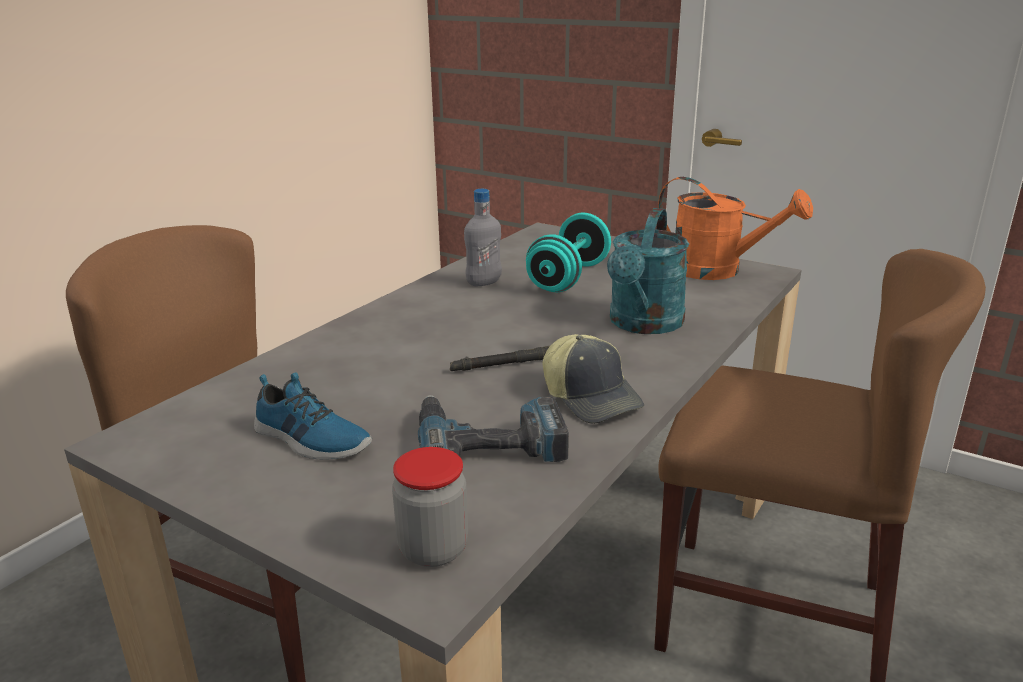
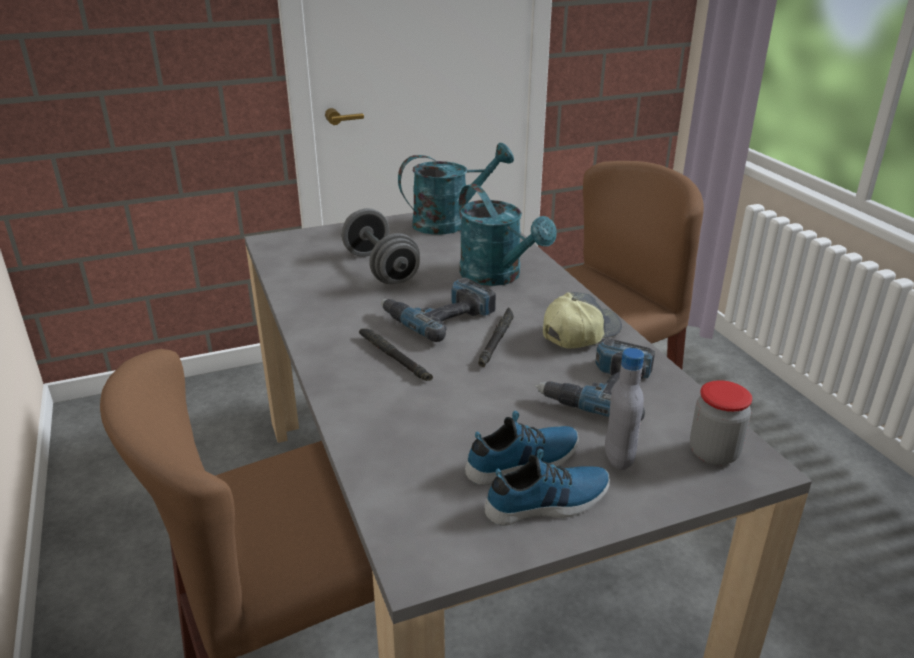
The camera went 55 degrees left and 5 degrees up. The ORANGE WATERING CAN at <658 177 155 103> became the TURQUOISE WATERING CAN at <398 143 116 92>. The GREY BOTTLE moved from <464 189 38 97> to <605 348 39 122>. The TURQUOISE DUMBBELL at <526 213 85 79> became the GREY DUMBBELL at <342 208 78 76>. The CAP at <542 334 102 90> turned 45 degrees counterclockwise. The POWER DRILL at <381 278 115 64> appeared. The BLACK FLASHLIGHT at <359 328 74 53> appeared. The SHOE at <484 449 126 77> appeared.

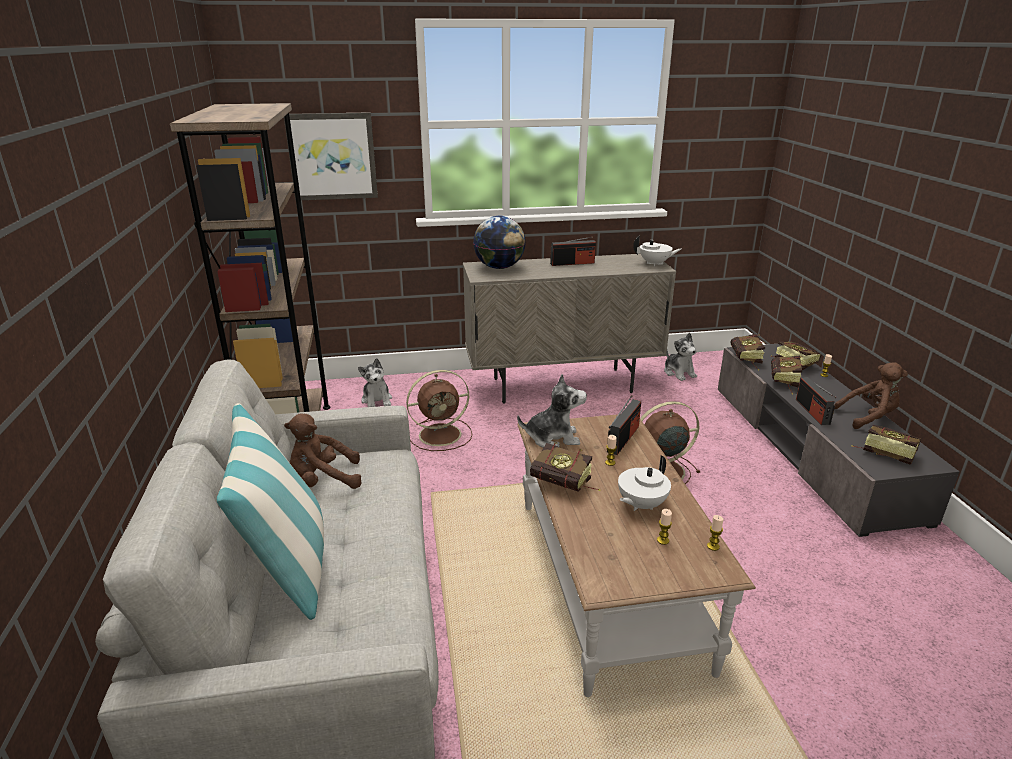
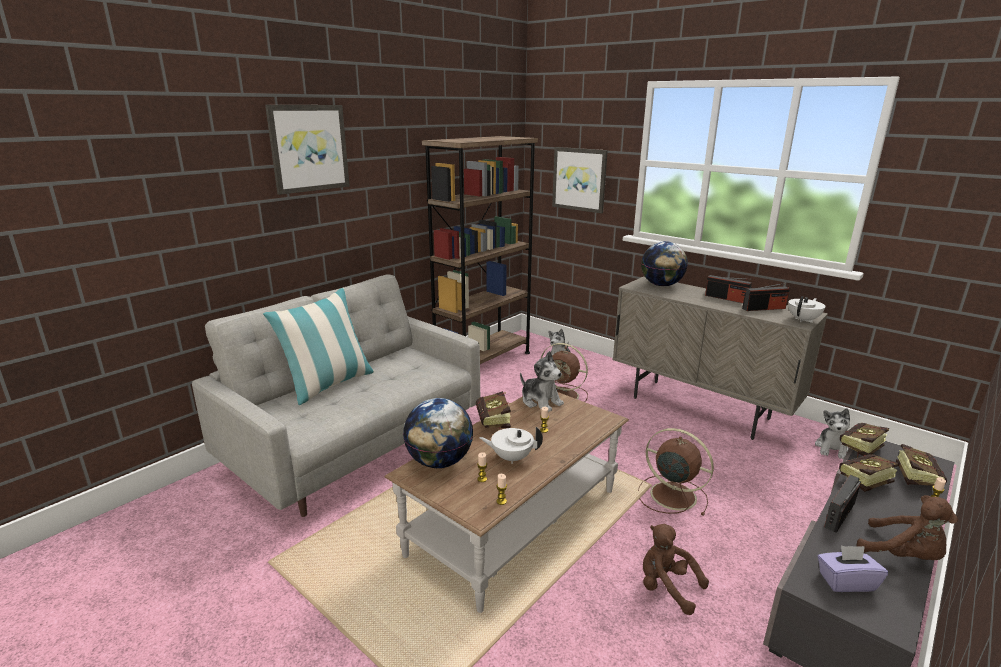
The camera went 50 degrees right and 5 degrees down. The WHITE TEAPOT at <633 235 48 32> turned 105 degrees counterclockwise. The RADIO moved from <607 395 34 60> to <742 283 48 28>. The BROWN PLUSH TOY moved from <284 413 78 76> to <643 524 66 91>. The BOOK at <851 425 70 40> was replaced by the PURPLE TISSUE BOX at <818 546 70 46>. The PICTURE at <265 105 85 90> appeared. The GLOBE at <403 398 70 70> appeared.

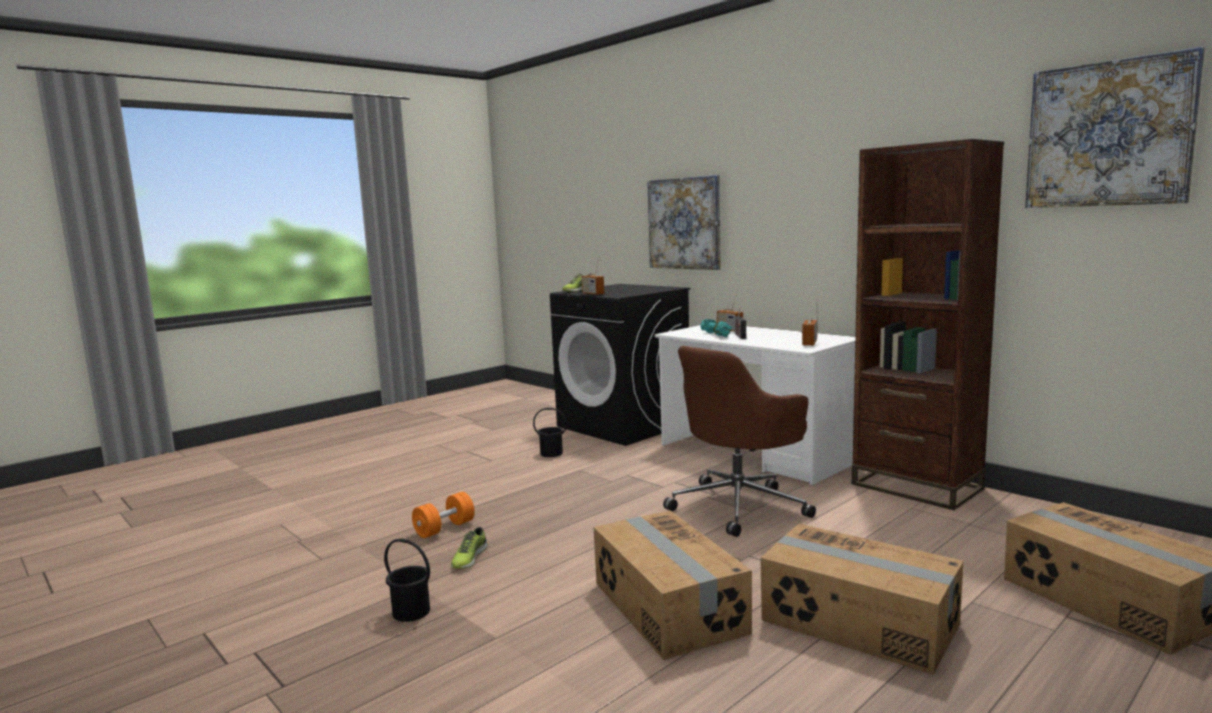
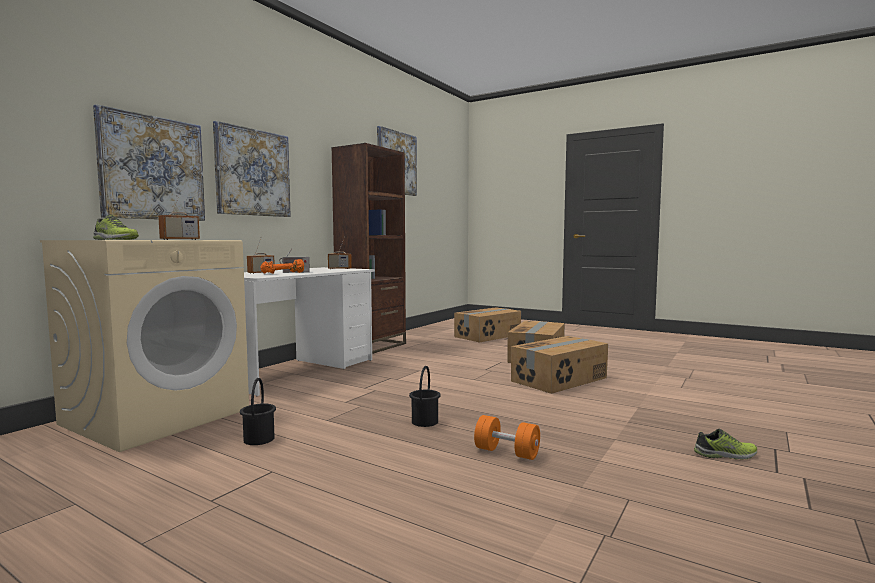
The camera went 105 degrees left and 5 degrees down. The BLACK WASHING MACHINE at <550 284 141 162> became the BEIGE WASHING MACHINE at <40 240 209 212>. The TURQUOISE DUMBBELL at <700 319 32 18> became the ORANGE DUMBBELL at <260 259 44 15>. The BROWN OFFICE CHAIR at <663 346 153 191> disappeared. The SHOE moved from <451 527 37 42> to <694 429 63 31>. The BLACK BUCKET moved from <384 538 46 84> to <409 366 32 61>. The PICTURE at <213 121 78 96> appeared.

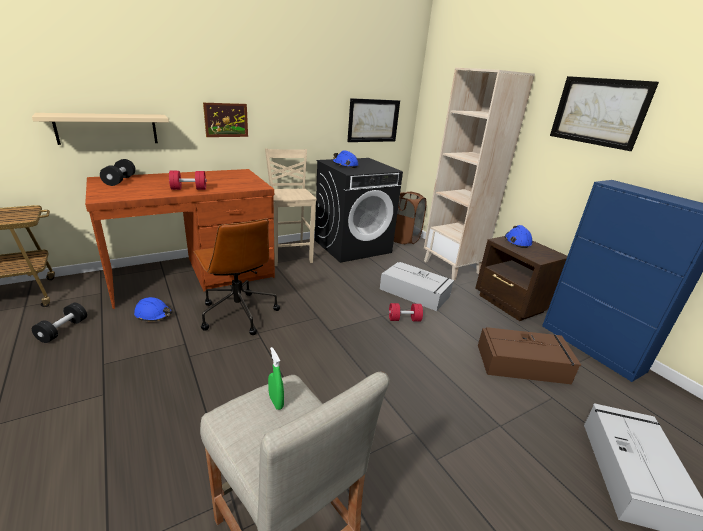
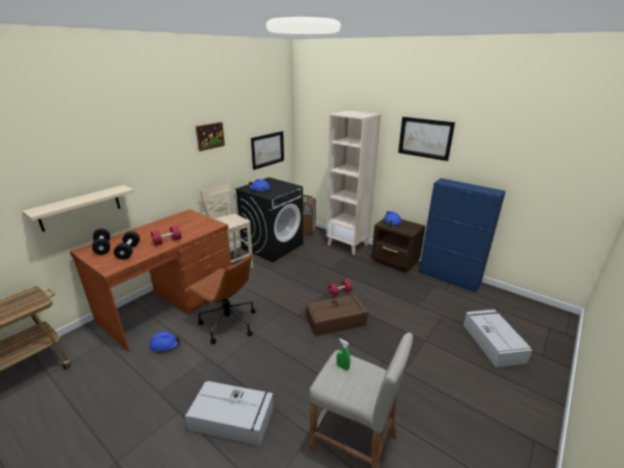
The camera went 20 degrees left and 0 degrees up. The PICTURE moved from <203 103 45 34> to <196 122 29 29>. The GREY STORAGE BOX moved from <380 262 74 49> to <185 381 88 65>. The BLACK DUMBBELL moved from <32 303 55 40> to <114 231 26 29>. The BROWN STORAGE BOX moved from <478 327 103 57> to <306 294 62 42>.

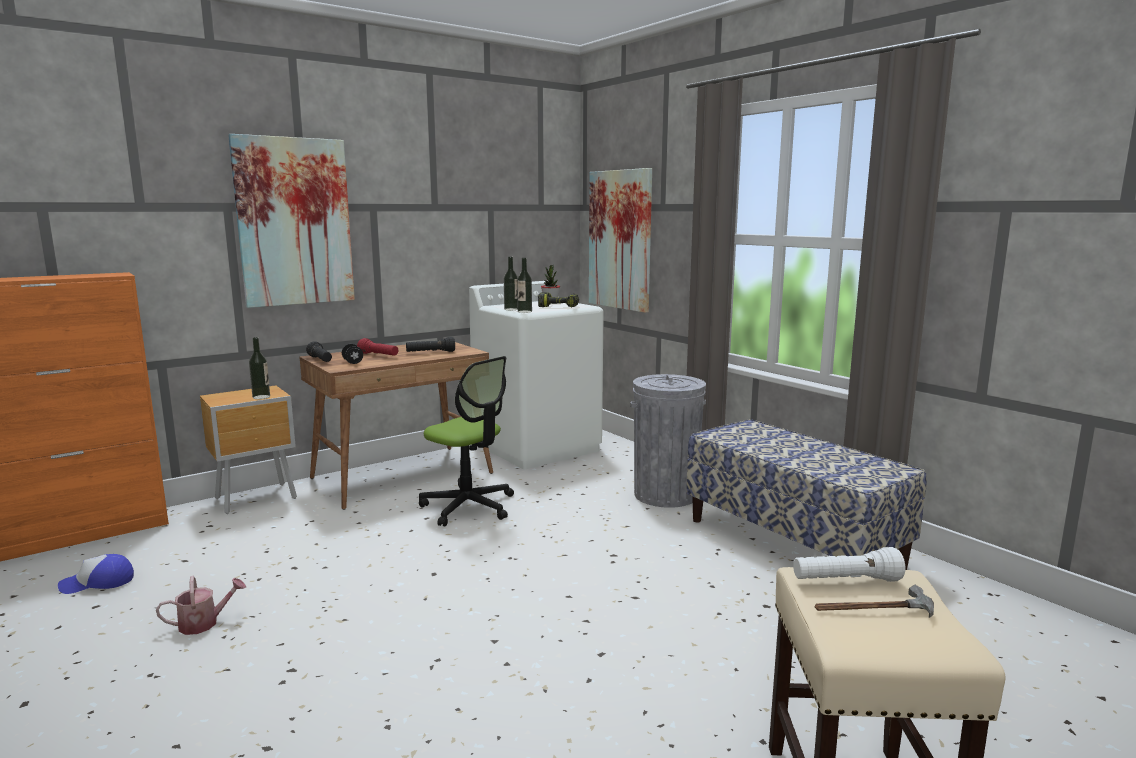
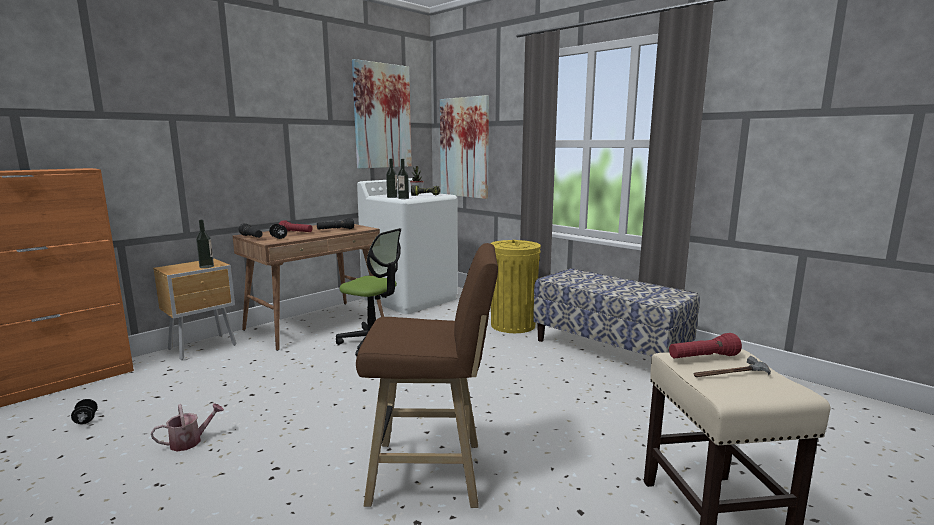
The camera went 10 degrees left and 0 degrees up. The PICTURE moved from <228 134 127 174> to <352 59 60 110>. The GREY TRASH CAN at <630 374 76 134> became the YELLOW TRASH CAN at <490 240 51 93>. The WHITE FLASHLIGHT at <793 547 112 35> became the RED FLASHLIGHT at <669 333 73 26>. The CAP at <58 554 76 40> was replaced by the BLACK DUMBBELL at <71 399 27 25>. The BROWN STOOL at <356 243 142 265> appeared.

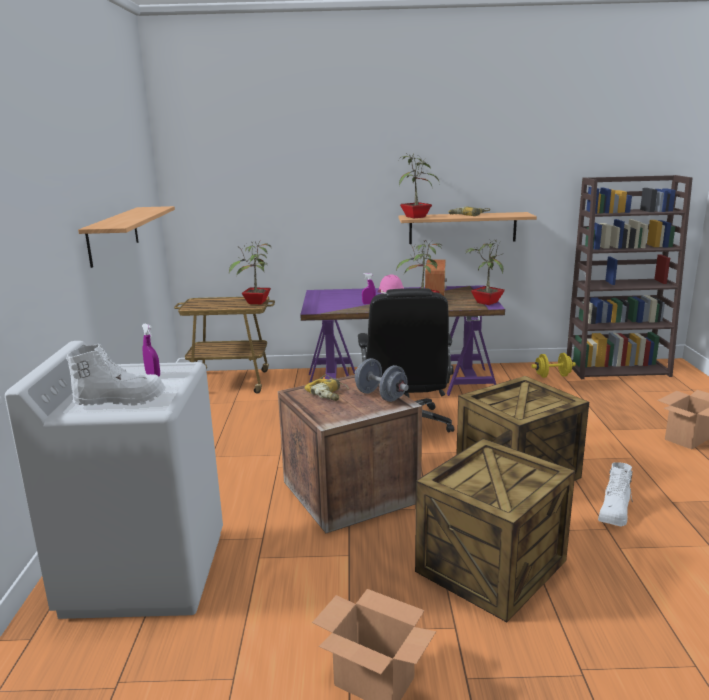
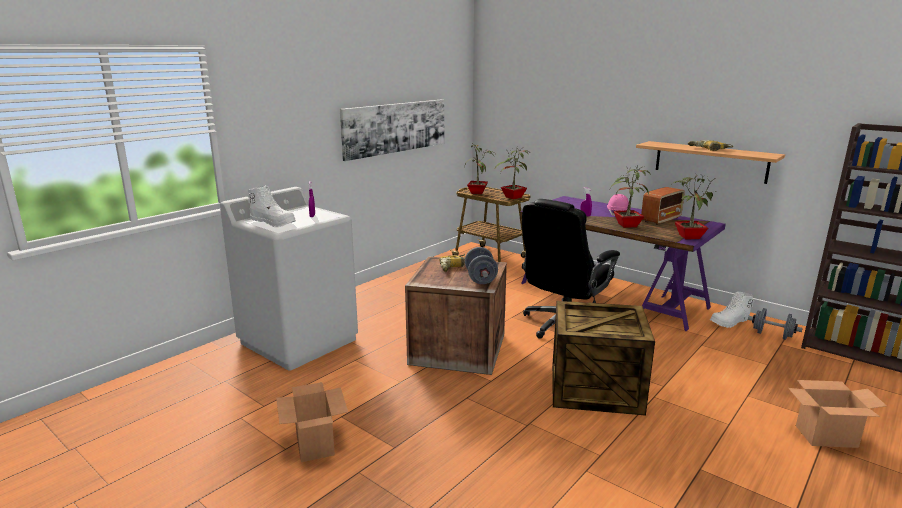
The camera went 40 degrees right and 0 degrees up. The POTTED PLANT moved from <398 154 42 65> to <465 144 29 50>. The SHELF at <78 206 97 62> was replaced by the PICTURE at <340 99 104 62>. The YELLOW DUMBBELL at <531 353 45 25> became the GREY DUMBBELL at <748 308 55 32>. The CRATE at <415 439 160 183> disappeared. The WHITE BOOT moved from <598 462 35 64> to <710 292 44 36>.

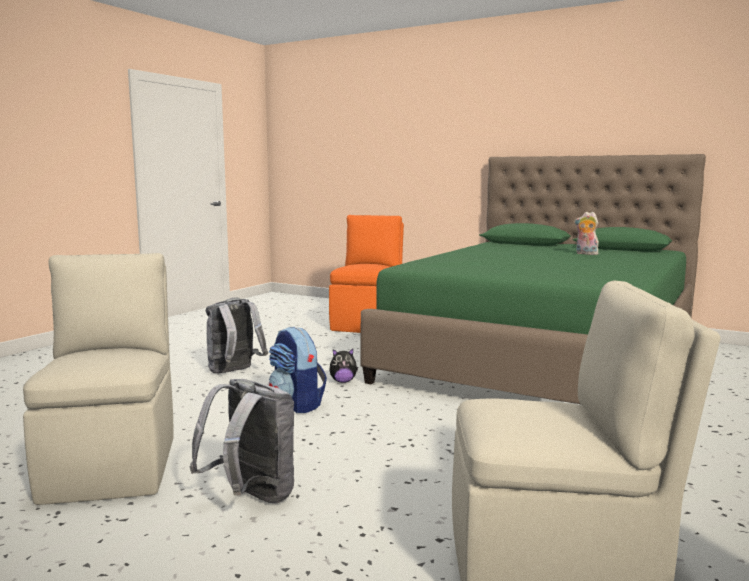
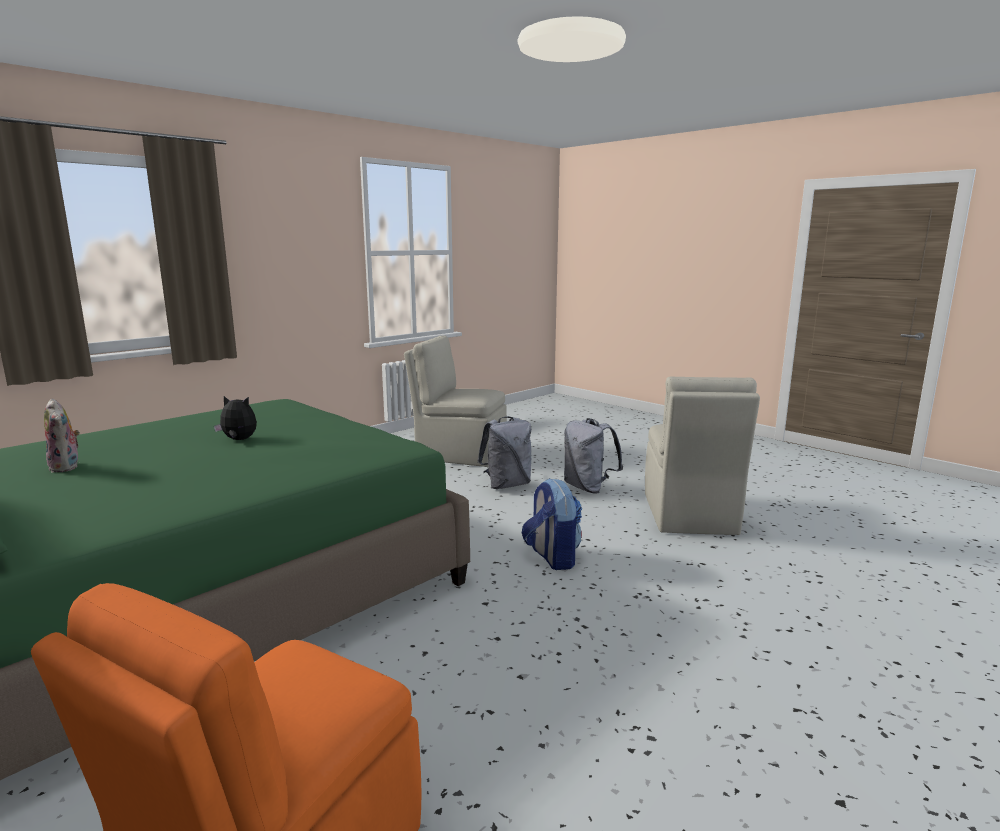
The camera went 165 degrees left and 5 degrees up. The GREY BACKPACK moved from <206 297 62 76> to <477 416 54 73>. The PLUSH TOY moved from <329 349 29 34> to <214 396 43 44>.

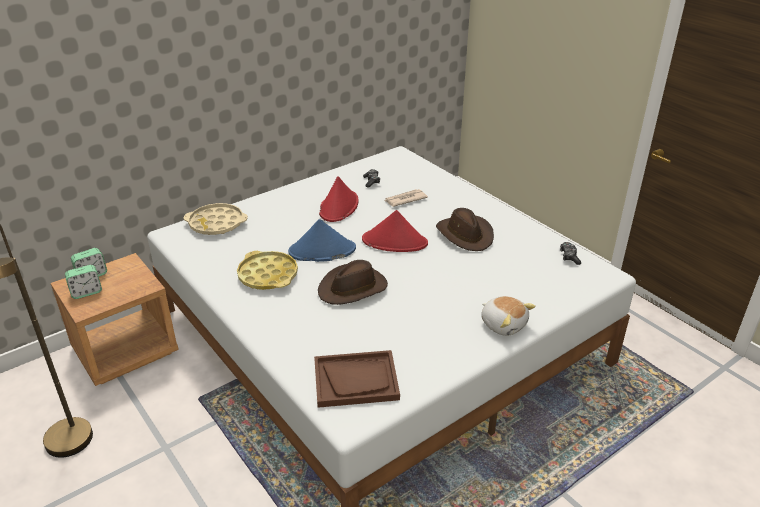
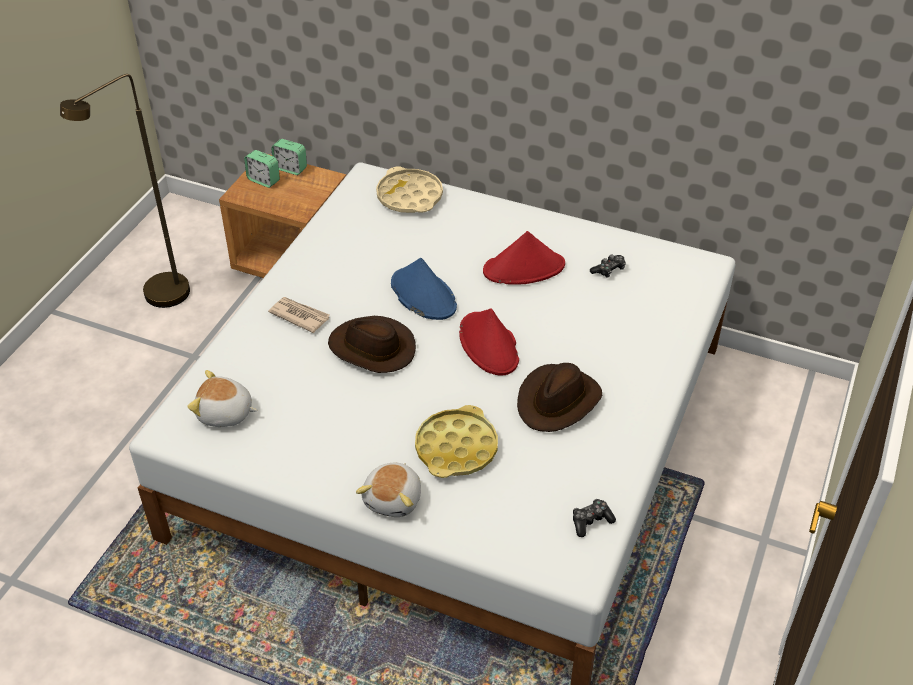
The camera went 60 degrees right and 10 degrees up. The NEWSPAPER moved from <384 189 44 18> to <268 297 61 36>. The YELLOW TRAY moved from <237 251 61 39> to <415 405 83 73>. The BROWN TRAY at <314 350 86 58> was replaced by the PLUSH TOY at <187 370 71 57>.

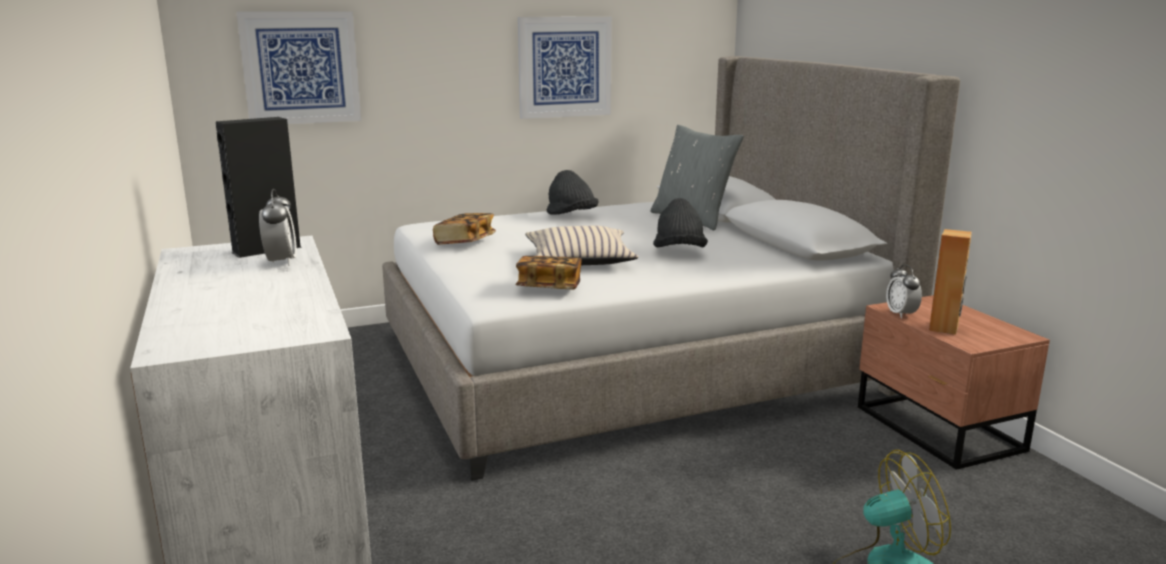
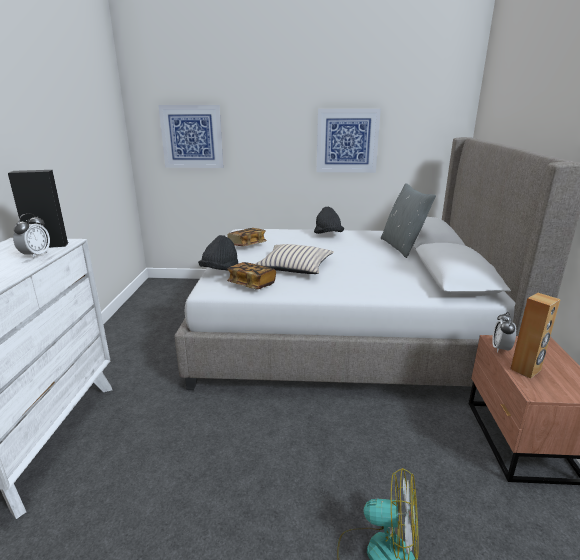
The camera went 25 degrees right and 5 degrees up. The BLACK HAT moved from <653 198 55 50> to <198 235 41 36>.

